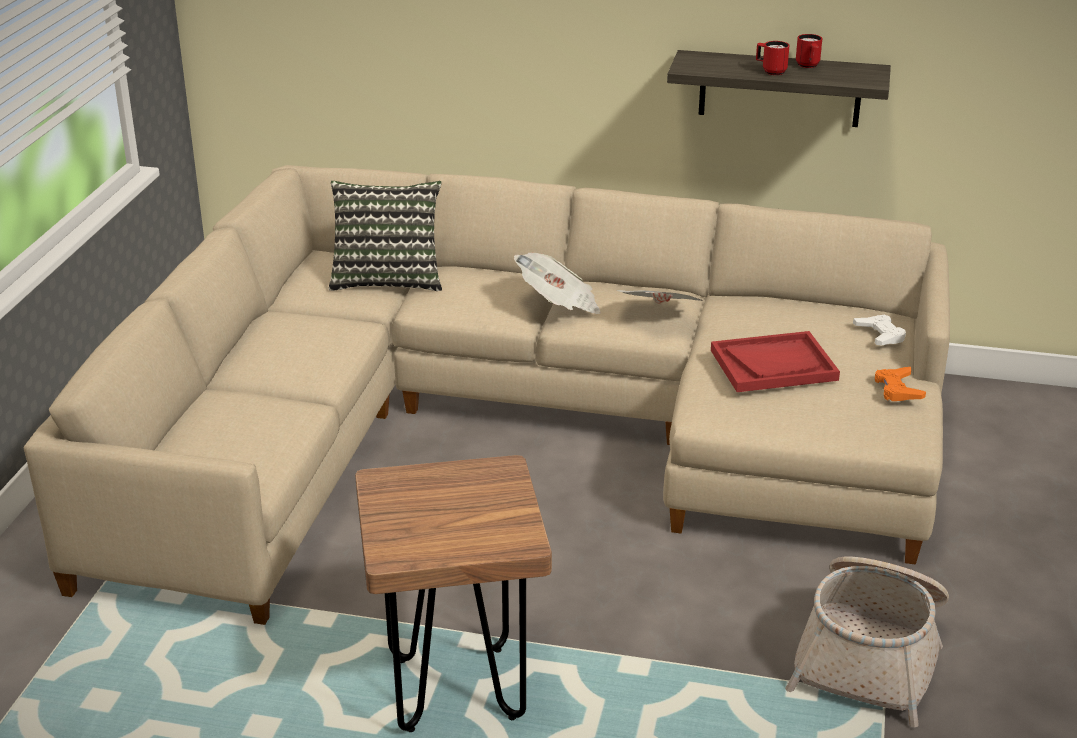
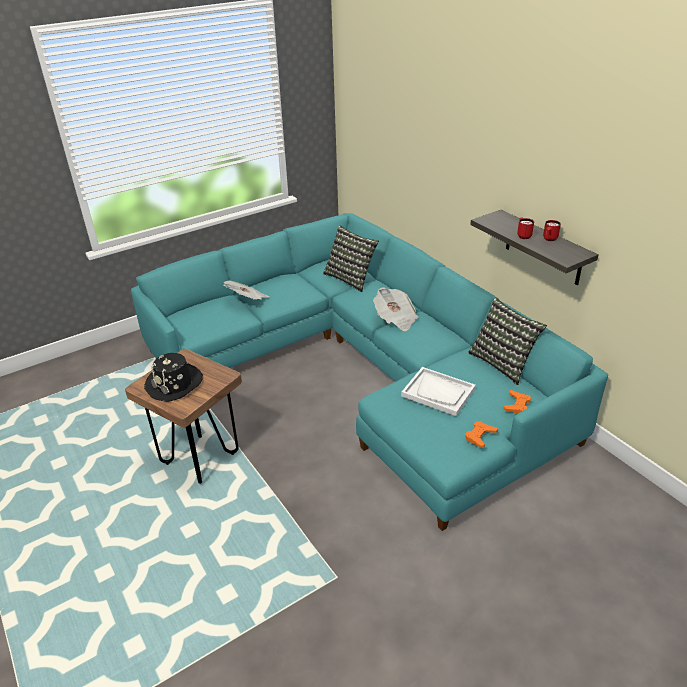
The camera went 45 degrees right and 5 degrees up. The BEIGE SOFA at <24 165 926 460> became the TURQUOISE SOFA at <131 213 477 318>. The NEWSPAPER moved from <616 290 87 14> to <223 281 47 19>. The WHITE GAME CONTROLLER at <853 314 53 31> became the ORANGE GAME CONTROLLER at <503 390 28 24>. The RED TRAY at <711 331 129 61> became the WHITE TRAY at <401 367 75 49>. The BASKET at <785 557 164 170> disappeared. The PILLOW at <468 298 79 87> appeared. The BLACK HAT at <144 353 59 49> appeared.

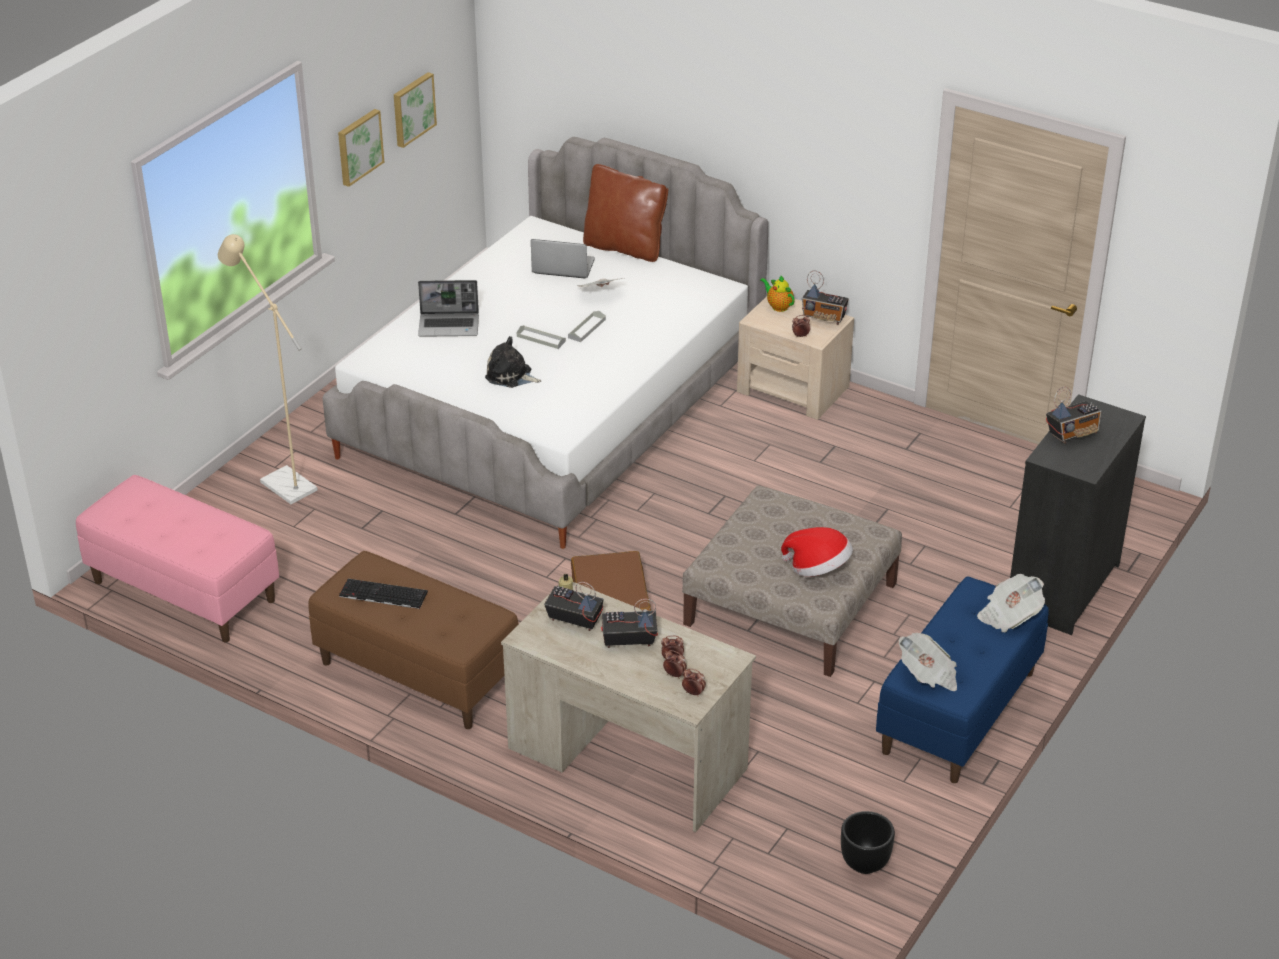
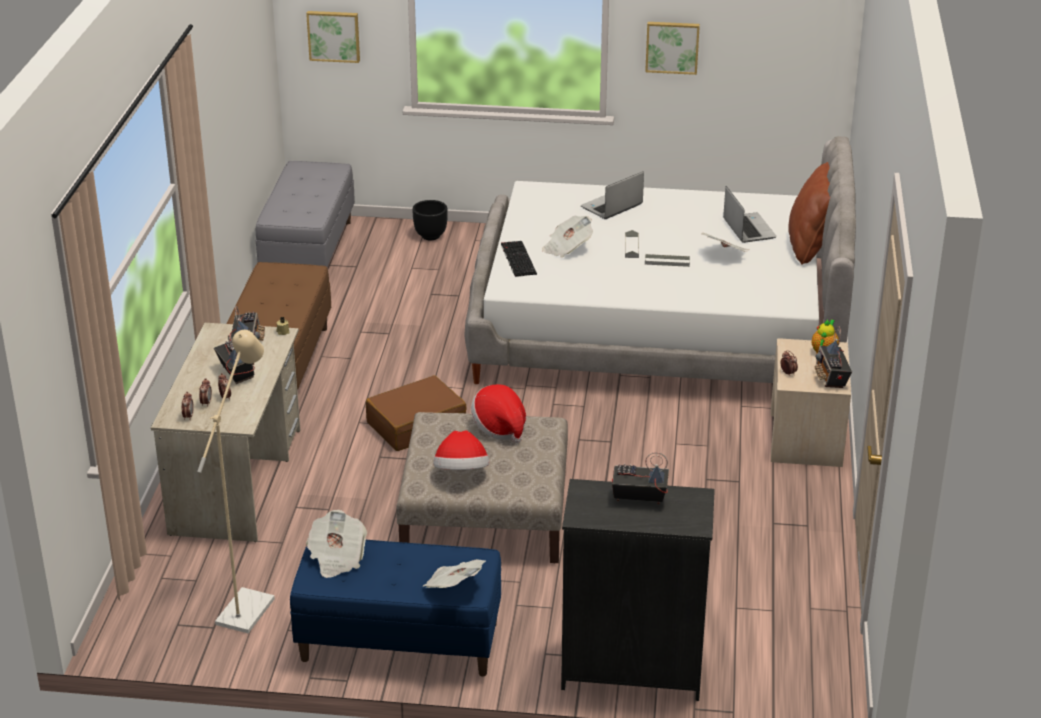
The camera went 65 degrees right and 5 degrees down. The PICTURE moved from <394 72 43 76> to <306 11 54 52>. The BEIGE FLOOR LAMP moved from <218 234 100 270> to <197 330 78 303>. The LAPTOP at <418 280 61 57> turned 75 degrees clockwise. The PLUSH TOY at <485 336 56 52> was replaced by the NEWSPAPER at <542 216 51 41>. The RADIO at <1046 387 56 57> turned 150 degrees clockwise. The PINK BENCH at <76 475 203 167> became the GREY BENCH at <256 161 99 106>. The KEYBOARD moved from <339 579 89 30> to <501 241 36 36>. The BLACK PLANTER moved from <841 811 54 63> to <412 200 36 40>. The HAT at <471 384 55 59> appeared.

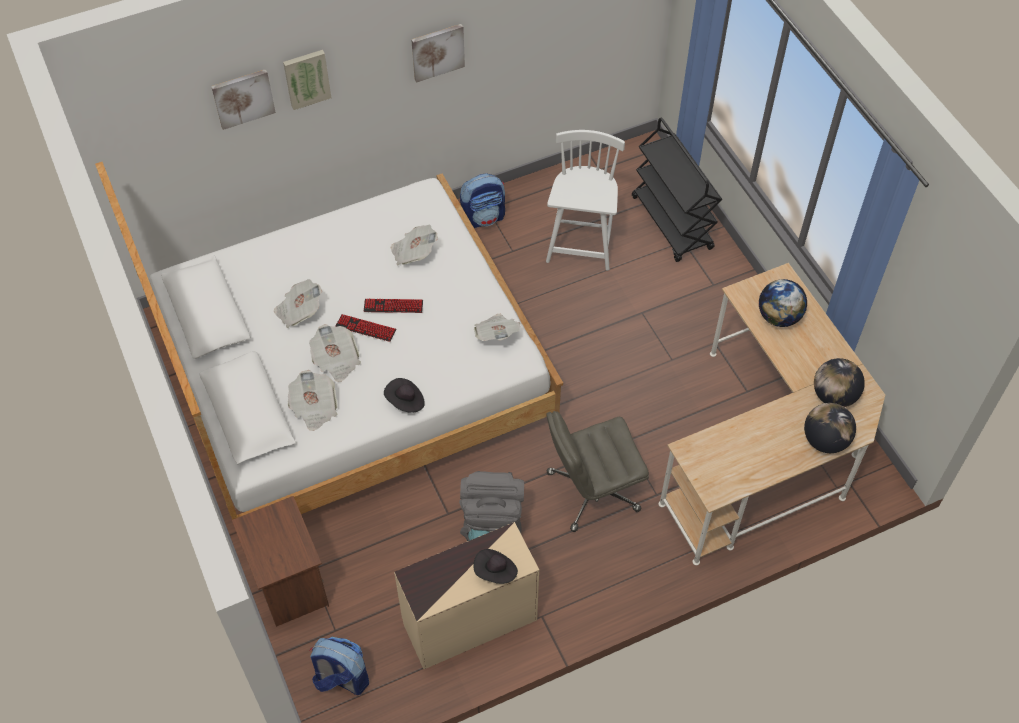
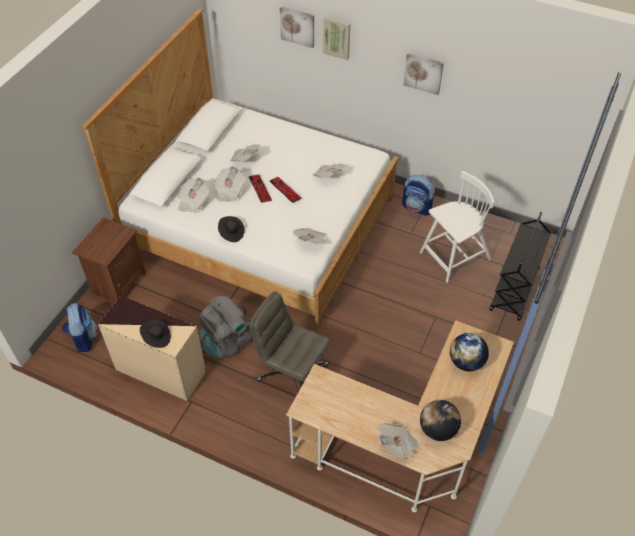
The camera went 50 degrees right and 5 degrees down. The GLOBE at <804 403 52 50> was replaced by the NEWSPAPER at <378 423 43 36>.

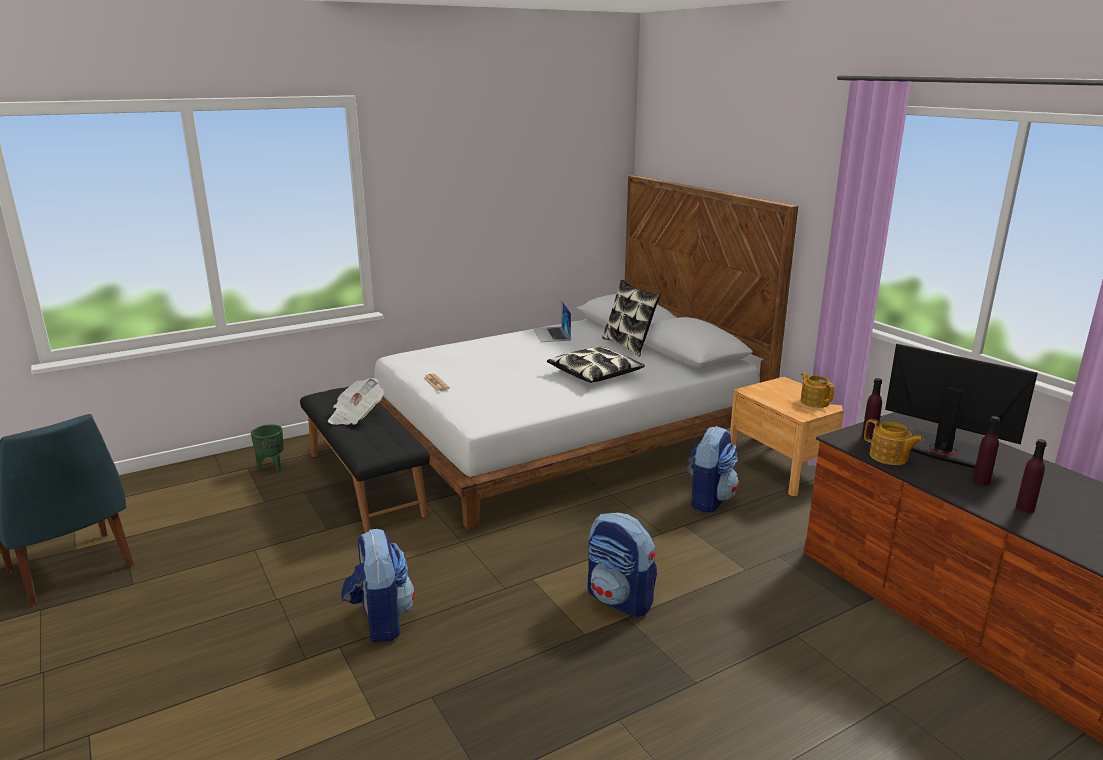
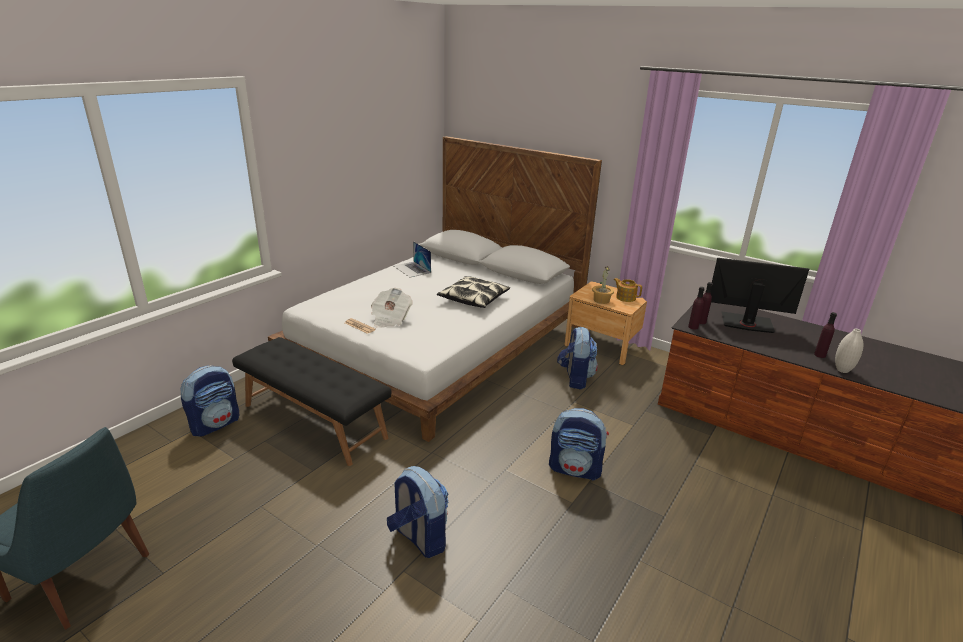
The camera went 25 degrees left and 5 degrees up. The PILLOW at <602 280 59 77> disappeared. The NEWSPAPER moved from <328 378 56 47> to <371 288 41 40>. The PURPLE BOTTLE moved from <972 416 28 70> to <688 287 16 43>. The TEAPOT at <864 419 60 46> disappeared. The GREEN PLANTER at <251 424 33 47> was replaced by the BACKPACK at <180 365 59 72>. The POTTED PLANT at <592 266 22 38> appeared. The WHITE VASE at <835 329 28 44> appeared.

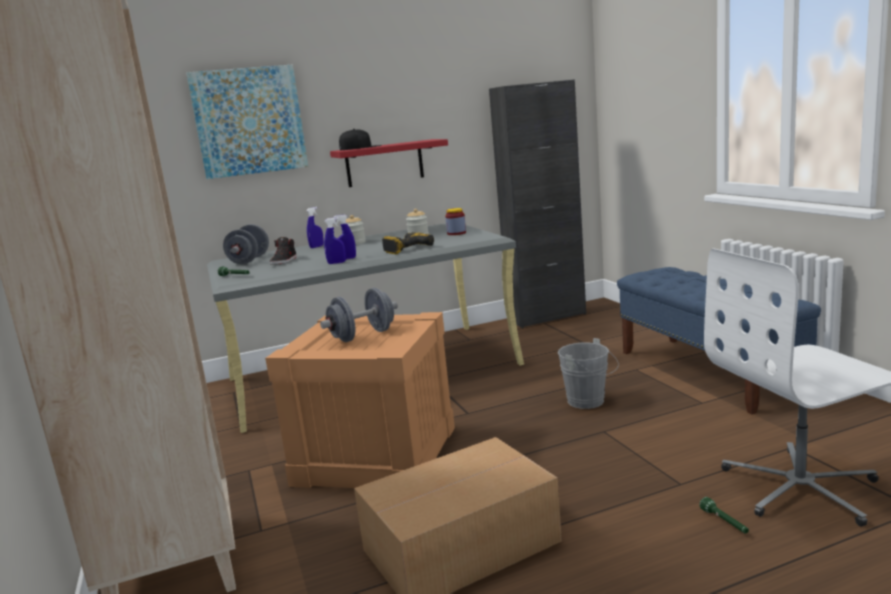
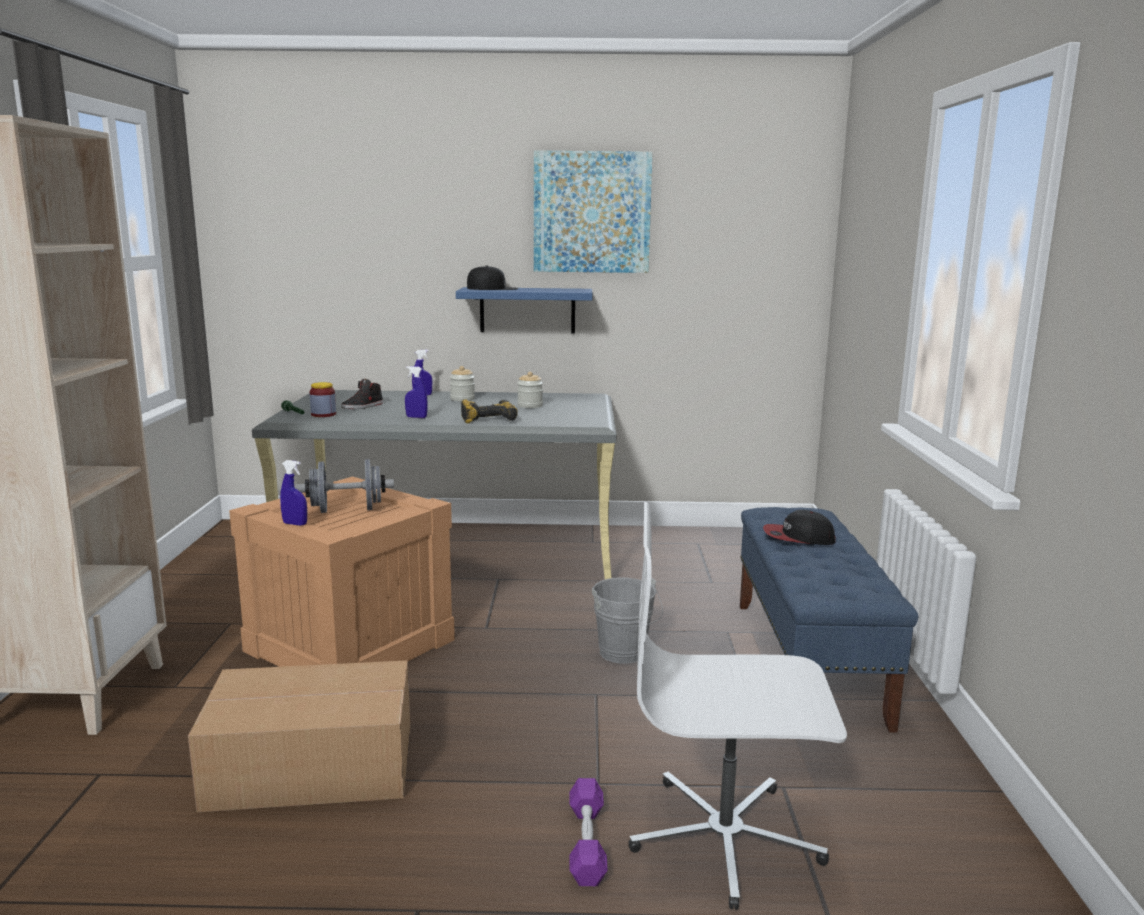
The camera went 20 degrees right and 0 degrees up. The PICTURE moved from <186 65 122 114> to <534 150 119 123>. The BLACK CABINET at <489 79 97 249> disappeared. The RED SHELF at <330 139 118 48> became the BLUE SHELF at <456 287 137 46>. The JAR moved from <445 208 21 27> to <309 382 27 35>. The BLUE SPRAY BOTTLE moved from <324 217 22 47> to <280 460 27 66>. The GREY DUMBBELL at <223 224 46 40> disappeared. The GREEN FLASHLIGHT at <699 497 50 37> was replaced by the PURPLE DUMBBELL at <570 778 38 108>. The CAP at <763 510 73 35> appeared.

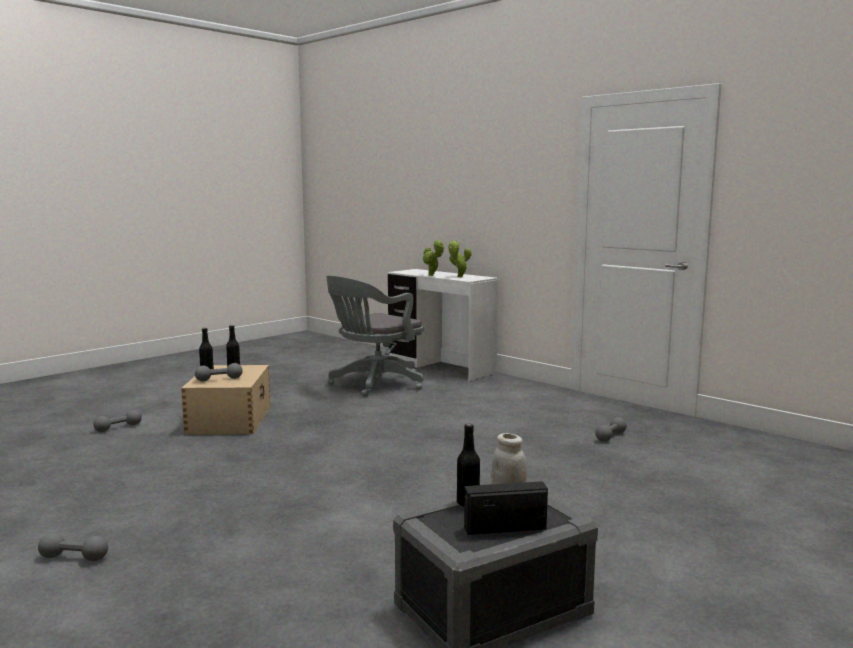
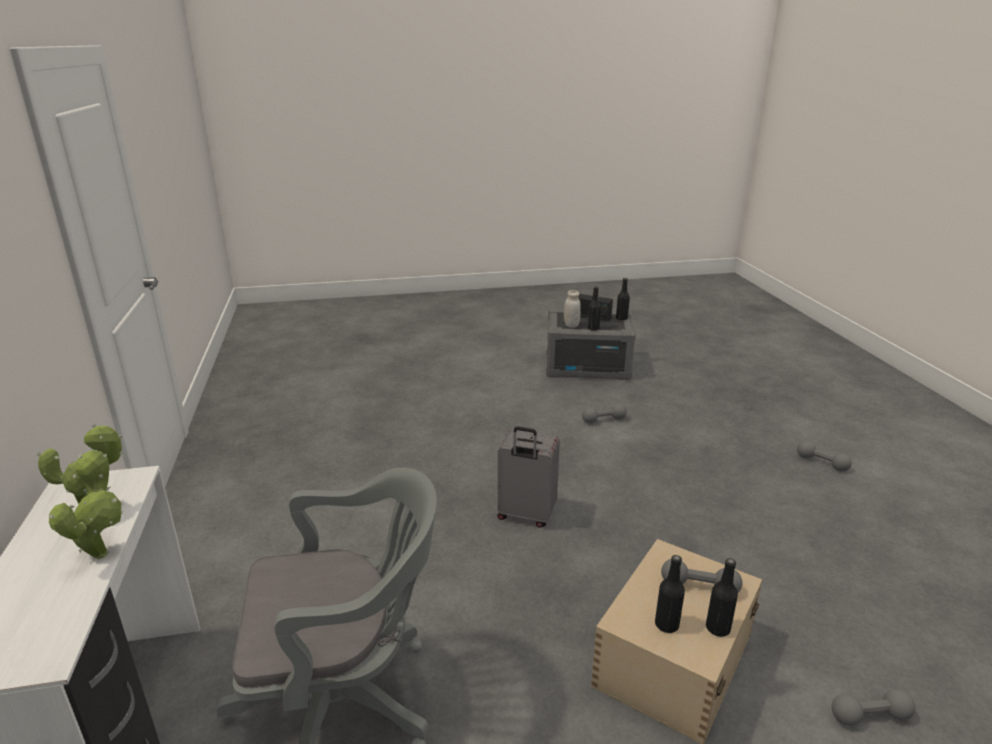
The camera went 145 degrees left and 15 degrees up. The GREY DUMBBELL moved from <595 417 32 25> to <582 404 45 19>. The BLACK BOTTLE at <616 278 14 42> appeared. The GREY SUITCASE at <498 426 62 102> appeared.

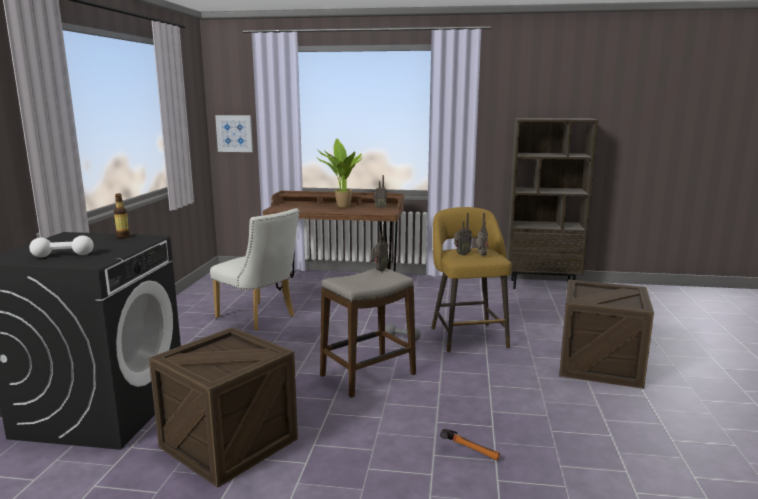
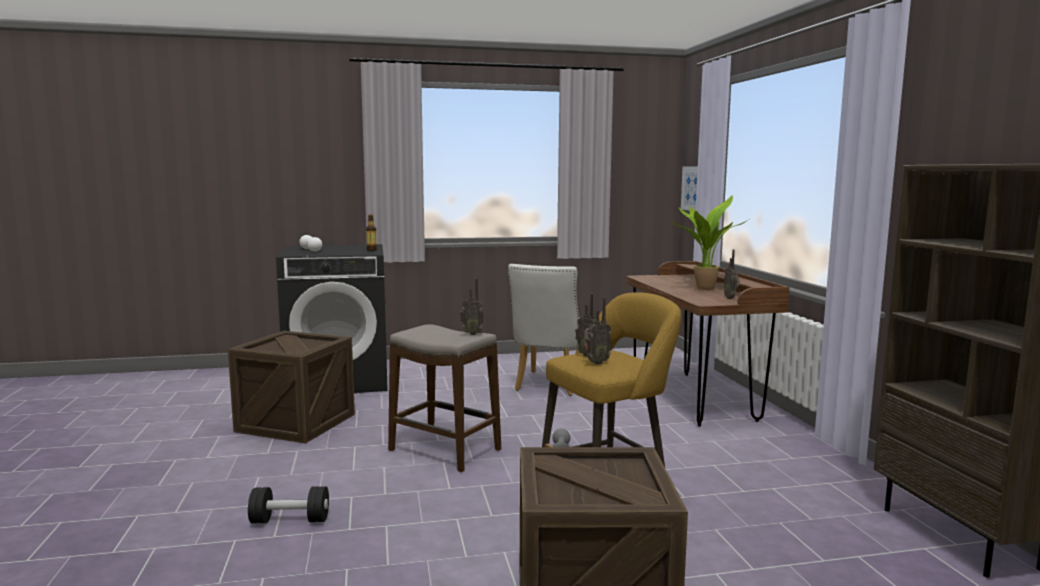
The camera went 70 degrees right and 5 degrees down. The HAMMER at <440 429 60 32> was replaced by the BLACK DUMBBELL at <248 486 81 37>.

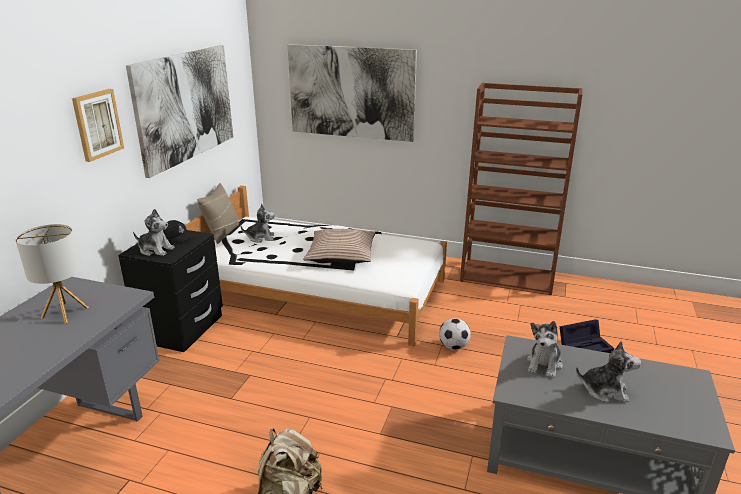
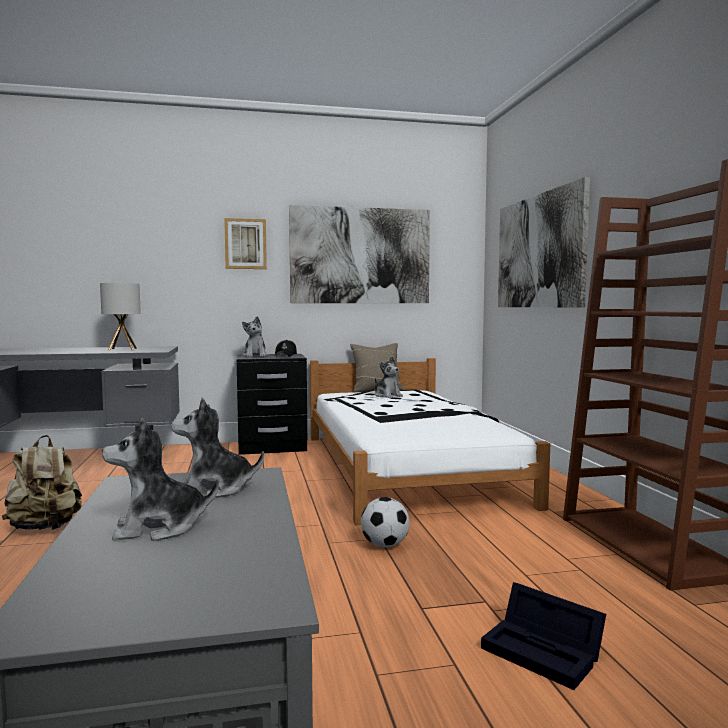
The camera went 60 degrees right and 20 degrees down. The PILLOW at <303 229 72 34> disappeared. The PLUSH TOY at <576 341 66 62> turned 90 degrees clockwise.

